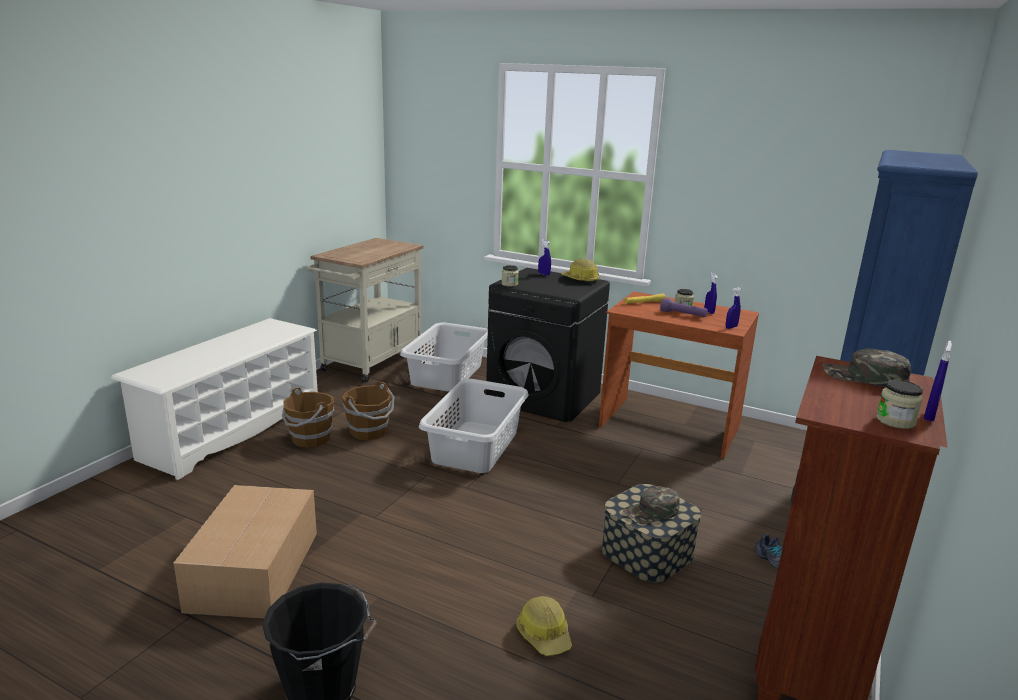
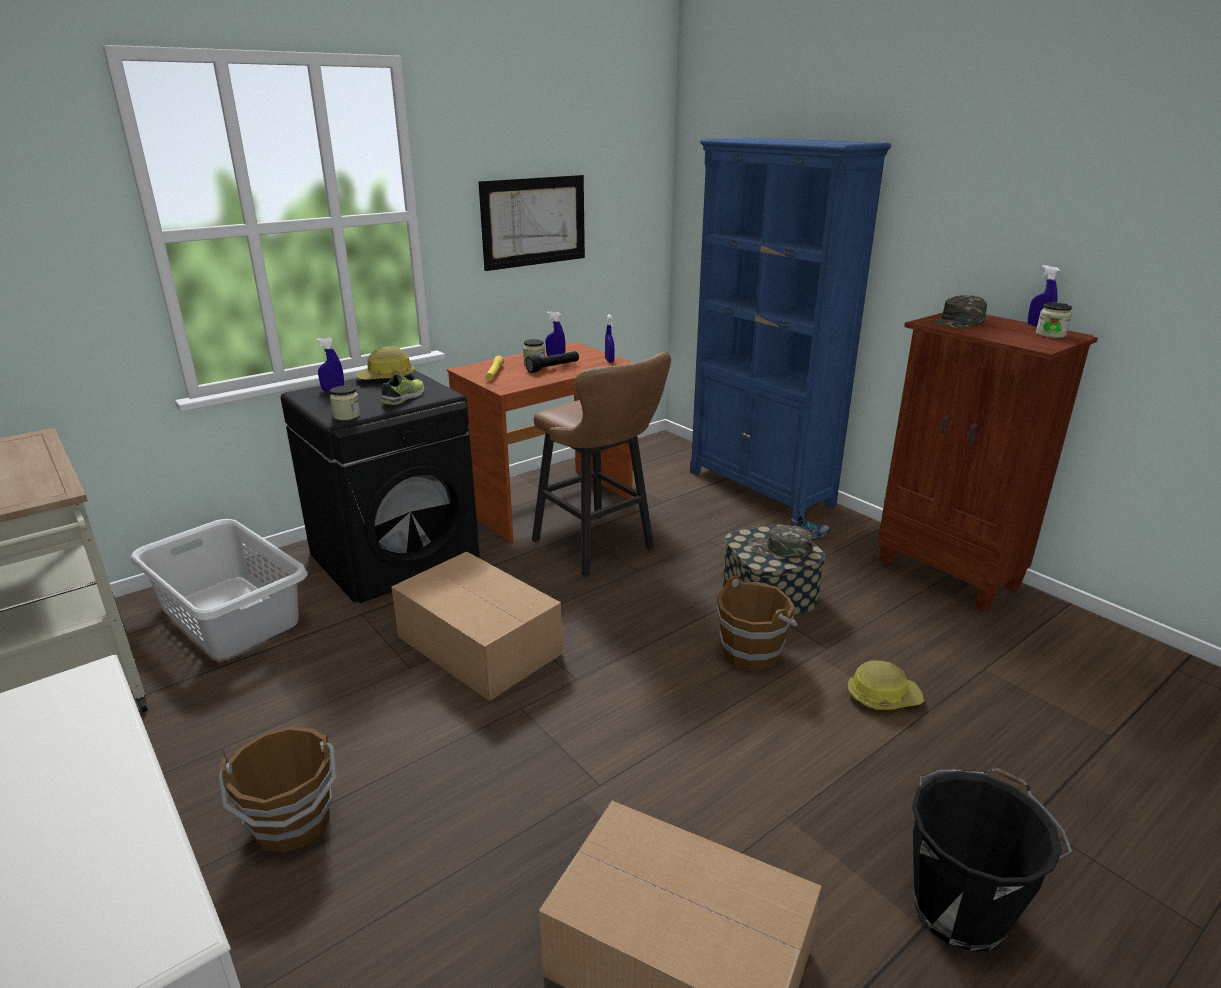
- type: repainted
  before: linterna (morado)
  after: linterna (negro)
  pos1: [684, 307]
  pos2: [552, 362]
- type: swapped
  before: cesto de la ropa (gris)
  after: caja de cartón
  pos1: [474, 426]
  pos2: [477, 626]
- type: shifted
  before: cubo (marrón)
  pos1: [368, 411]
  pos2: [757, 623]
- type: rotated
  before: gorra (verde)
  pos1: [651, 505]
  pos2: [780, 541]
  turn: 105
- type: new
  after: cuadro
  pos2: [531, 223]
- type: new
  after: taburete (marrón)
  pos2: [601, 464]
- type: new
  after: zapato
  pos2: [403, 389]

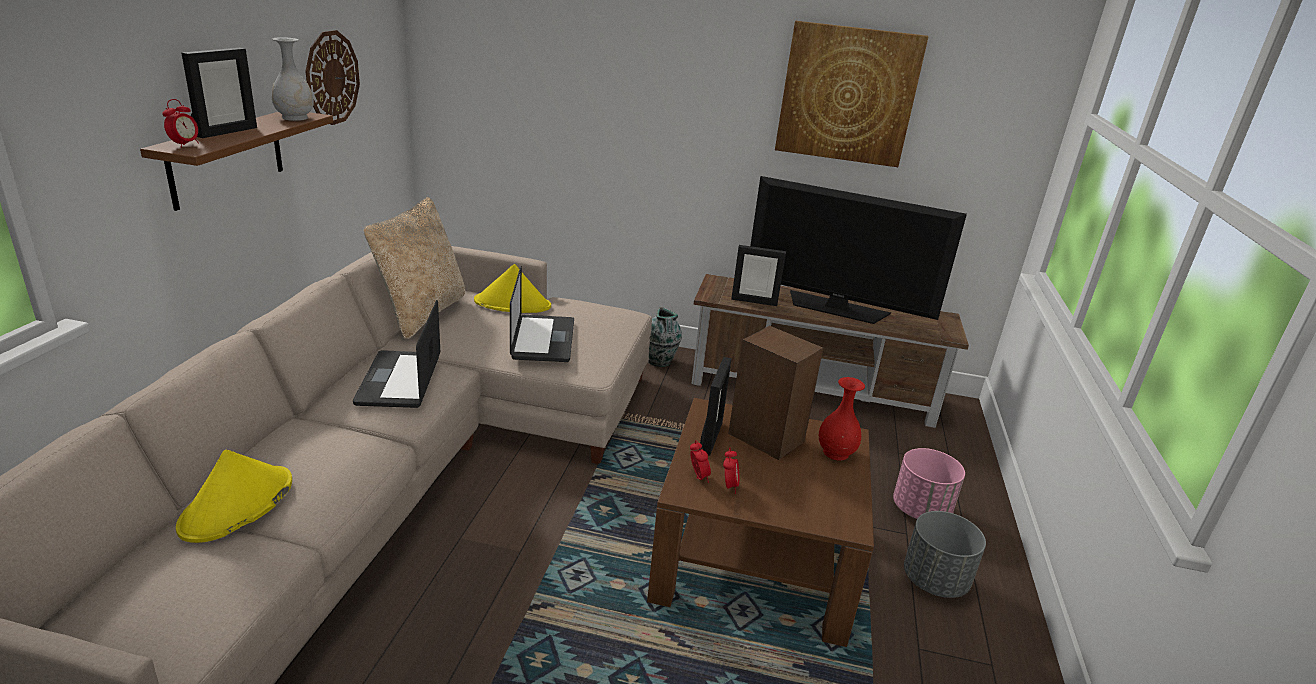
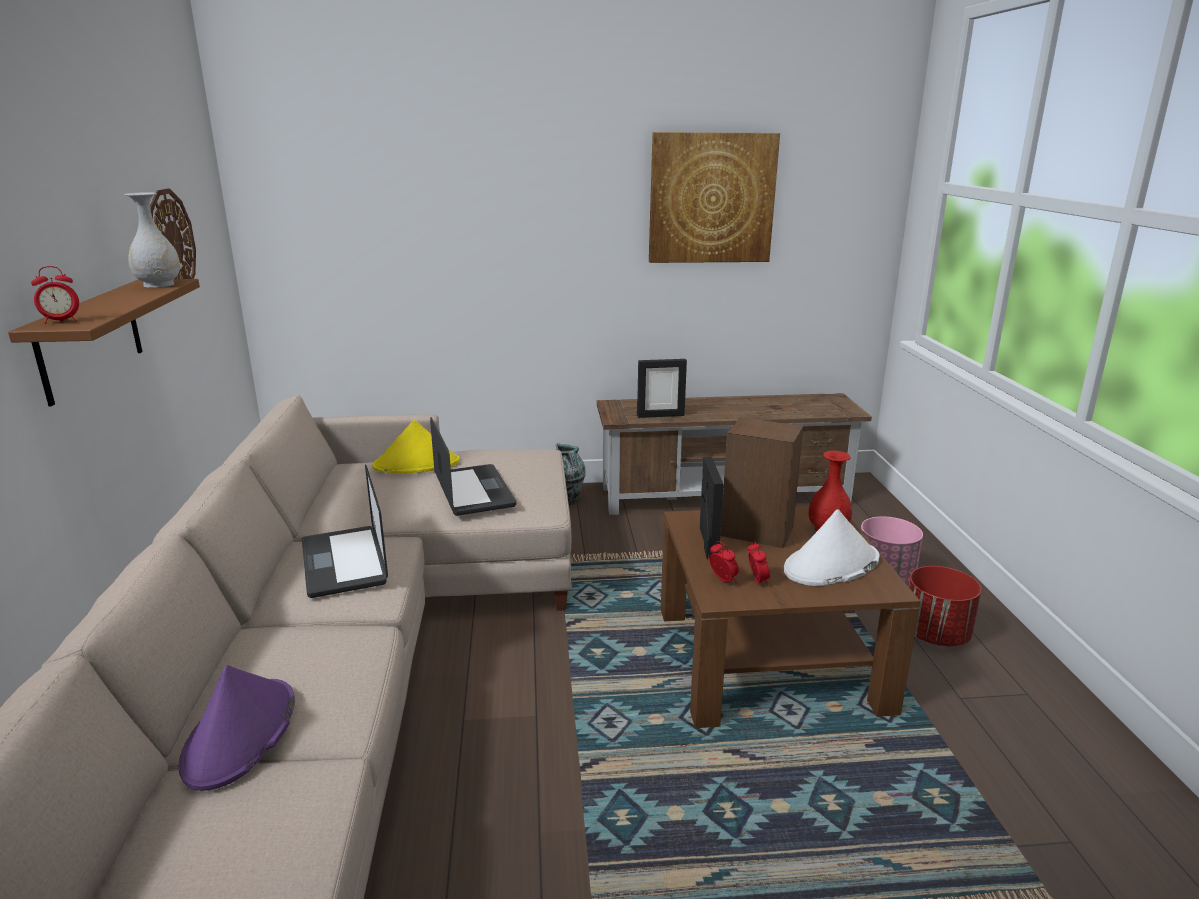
- type: gone
  before: portarretratos
  pos1: [219, 93]
- type: rotated
  before: despertador
  pos1: [180, 123]
  pos2: [55, 295]
  turn: 60
- type: gone
  before: televisor
  pos1: [858, 250]
- type: gone
  before: cojín (beis)
  pos1: [414, 268]
- type: repainted
  before: sombrero (amarillo)
  after: sombrero (morado)
  pos1: [234, 496]
  pos2: [237, 728]
- type: repainted
  before: maceta (gris)
  after: maceta (rojo)
  pos1: [945, 554]
  pos2: [944, 606]
- type: new
  after: sombrero (blanco)
  pos2: [832, 548]

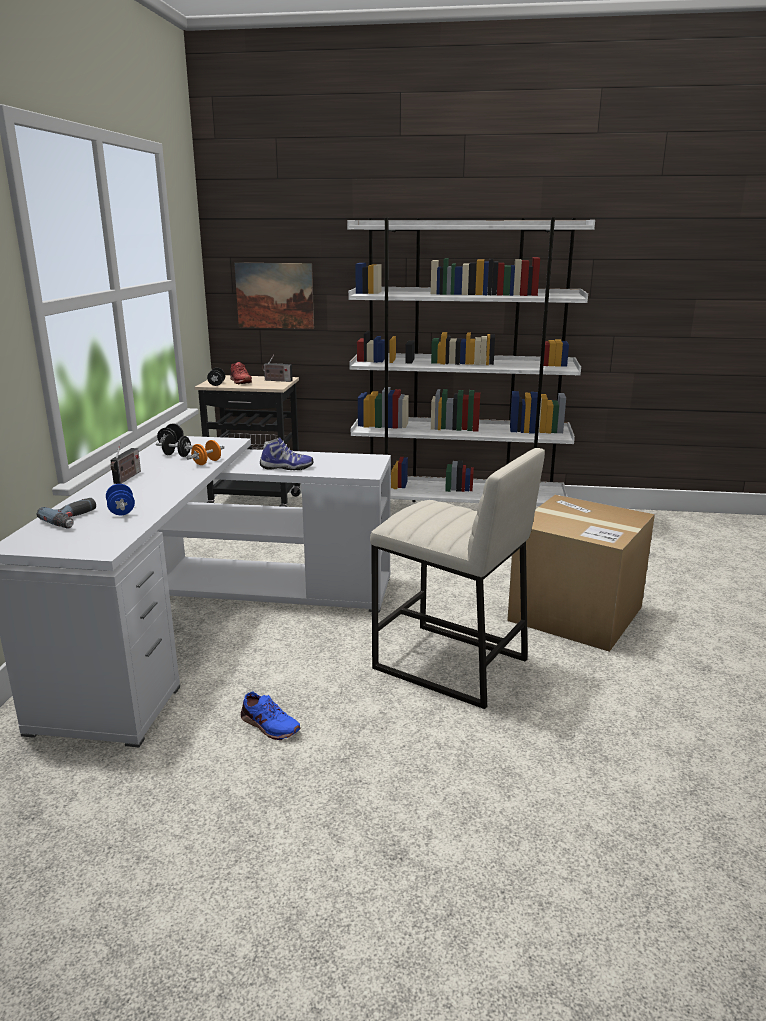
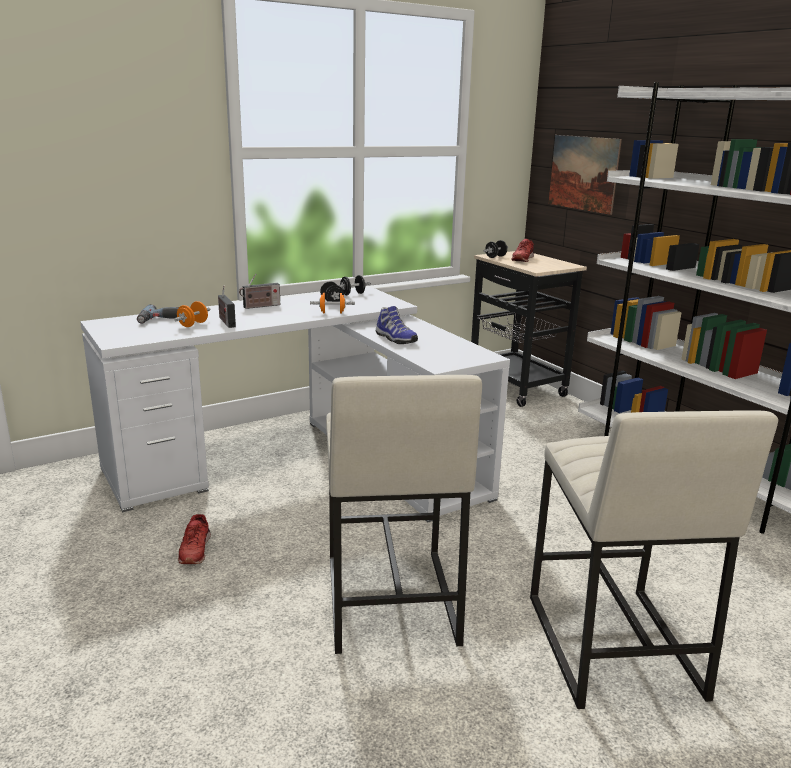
- type: shifted
  before: radio
  pos1: [277, 368]
  pos2: [227, 307]
- type: repainted
  before: mancuerna (azul)
  after: mancuerna (naranja)
  pos1: [120, 499]
  pos2: [192, 314]
- type: swapped
  before: caja de cartón
  after: taburete (beis)
  pos1: [581, 573]
  pos2: [654, 559]
- type: repainted
  before: zapato (azul)
  after: zapato (rojo)
  pos1: [271, 715]
  pos2: [194, 539]

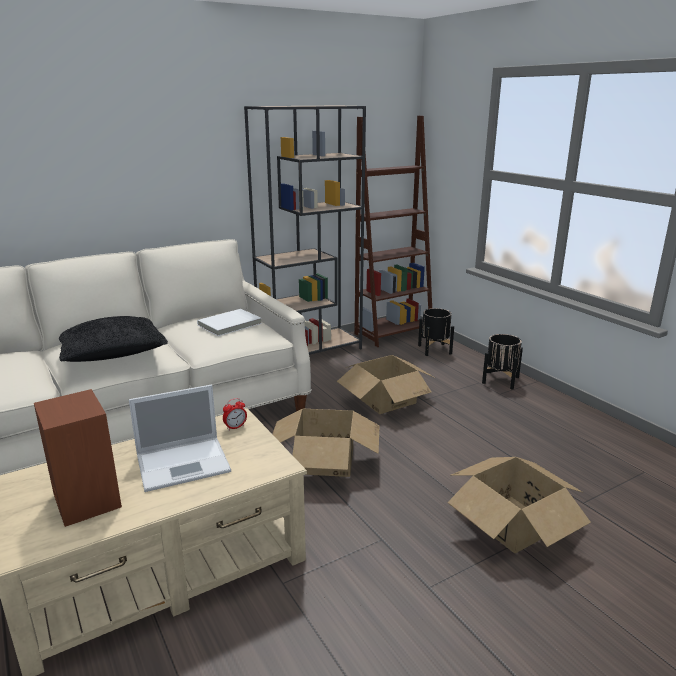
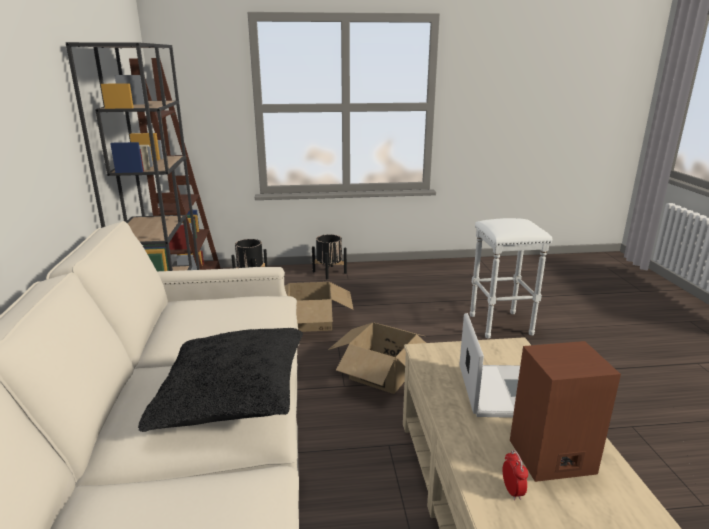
- type: gone
  before: libro (blanco)
  pos1: [229, 322]
- type: shifted
  before: despertador
  pos1: [235, 414]
  pos2: [515, 475]
- type: swapped
  before: caja de cartón
  after: taburete (blanco)
  pos1: [519, 505]
  pos2: [511, 278]

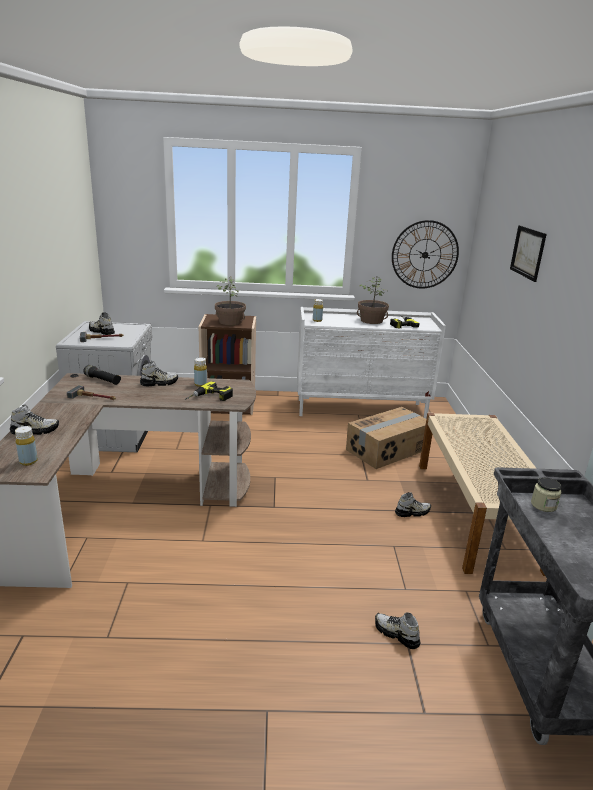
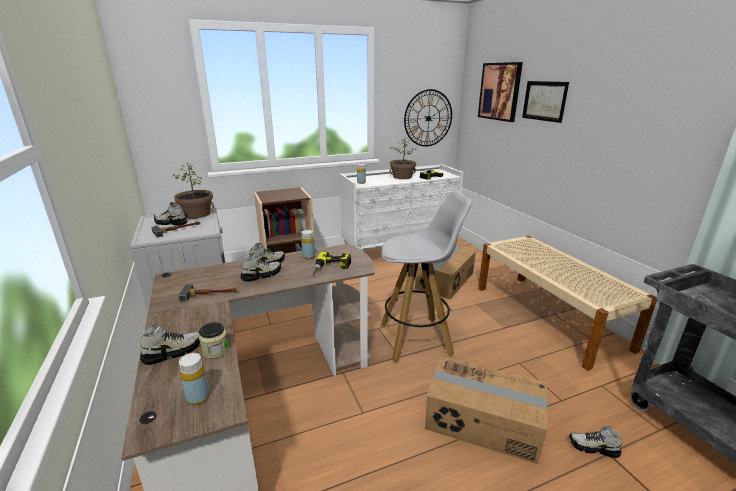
- type: shifted
  before: planta en maceta
  pos1: [230, 301]
  pos2: [192, 190]
- type: gone
  before: linterna (negro)
  pos1: [102, 375]
- type: shifted
  before: tarro
  pos1: [546, 494]
  pos2: [214, 340]
- type: shifted
  before: zapato
  pos1: [413, 504]
  pos2: [261, 267]
- type: new
  after: cuadro
  pos2: [500, 92]
- type: new
  after: taburete (blanco)
  pos2: [426, 276]
- type: new
  after: caja de cartón
  pos2: [486, 410]

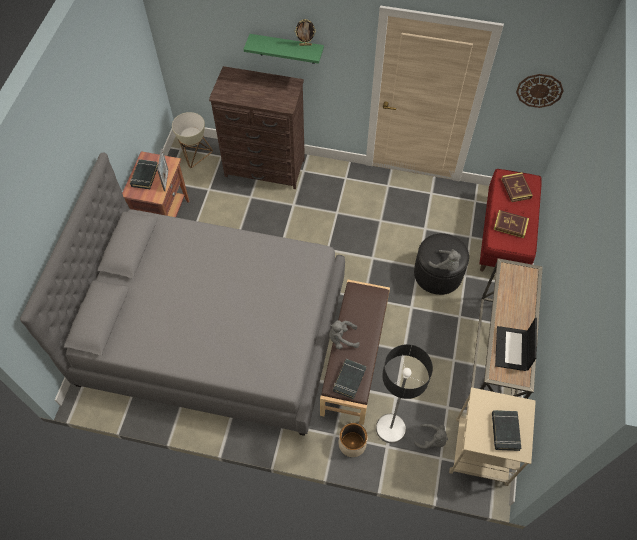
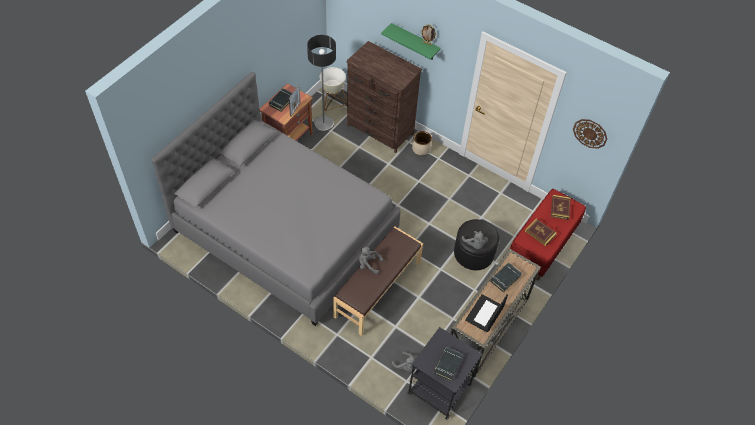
- type: shifted
  before: lámpara de pie
  pos1: [404, 393]
  pos2: [321, 83]
- type: shifted
  before: libro (negro)
  pos1: [350, 379]
  pos2: [506, 277]
- type: repainted
  before: carrito (beis)
  after: carrito (negro)
  pos1: [492, 436]
  pos2: [445, 373]
- type: shifted
  before: maceta (beis)
  pos1: [353, 440]
  pos2: [422, 143]

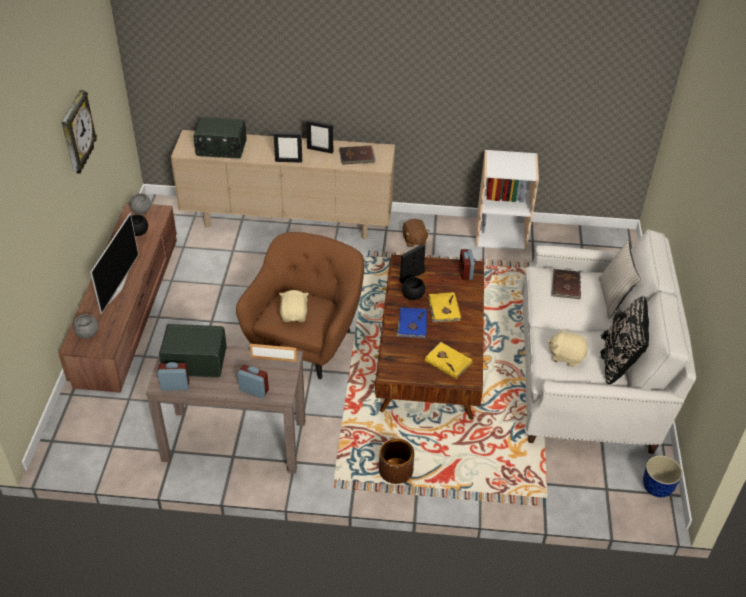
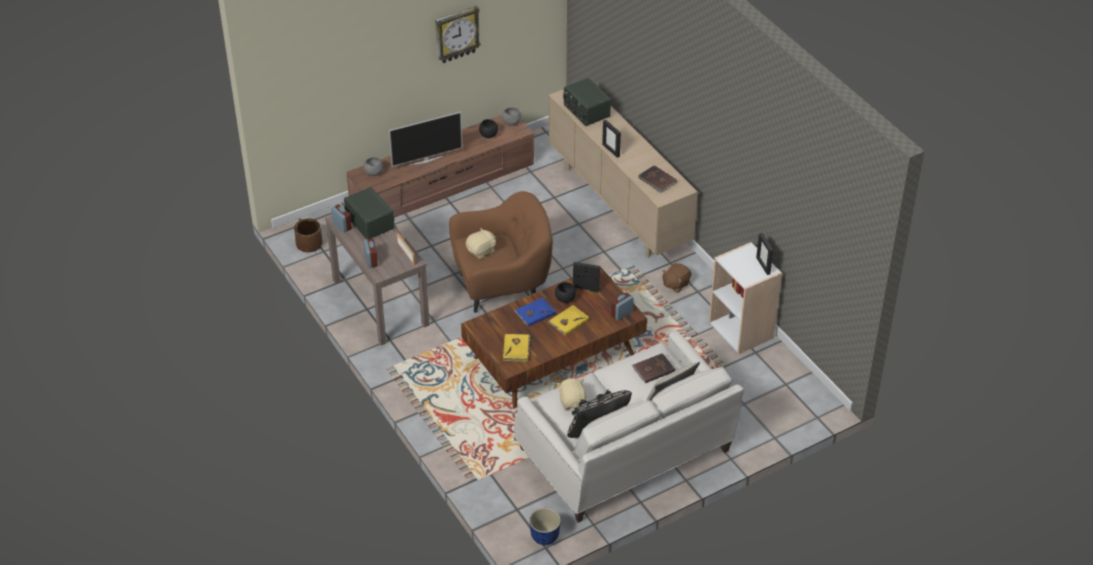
- type: shifted
  before: portarretratos
  pos1: [319, 136]
  pos2: [764, 254]
- type: shifted
  before: maceta (marrón)
  pos1: [396, 461]
  pos2: [308, 235]

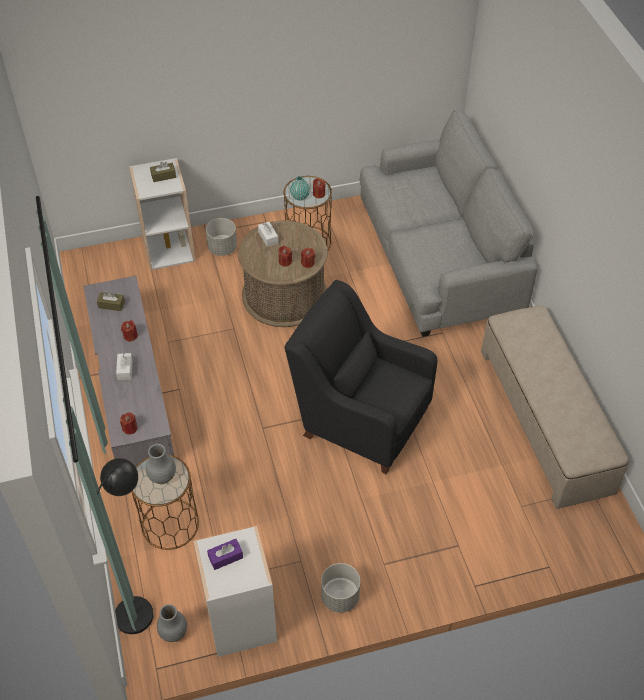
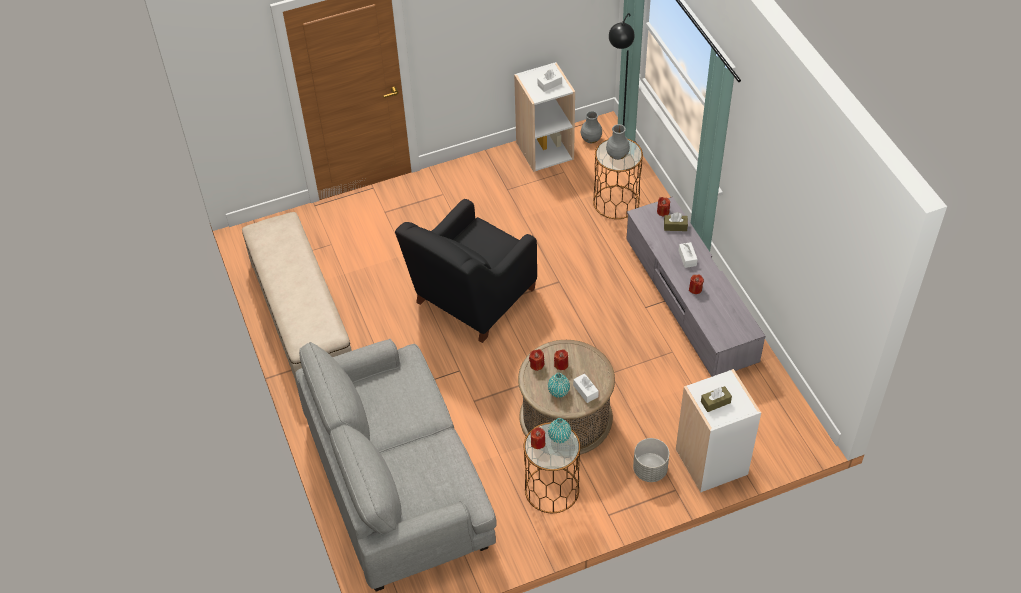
- type: rotated
  before: sillón (negro)
  pos1: [360, 377]
  pos2: [466, 271]
  turn: 105
- type: shifted
  before: caja de pañuelos (marrón)
  pos1: [111, 301]
  pos2: [676, 222]
- type: repainted
  before: caja de pañuelos (morado)
  after: caja de pañuelos (blanco)
  pos1: [225, 554]
  pos2: [550, 81]
- type: gone
  before: maceta (gris)
  pos1: [340, 588]
- type: new
  after: florero (turquesa)
  pos2: [559, 385]

